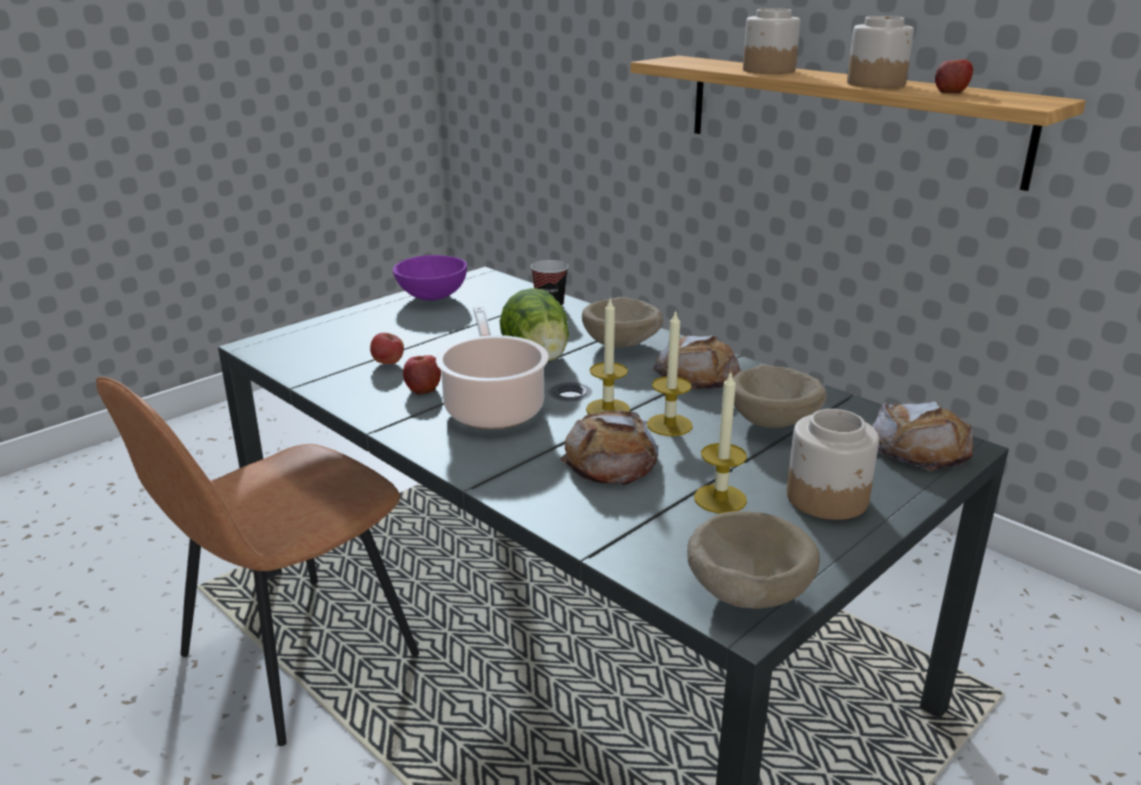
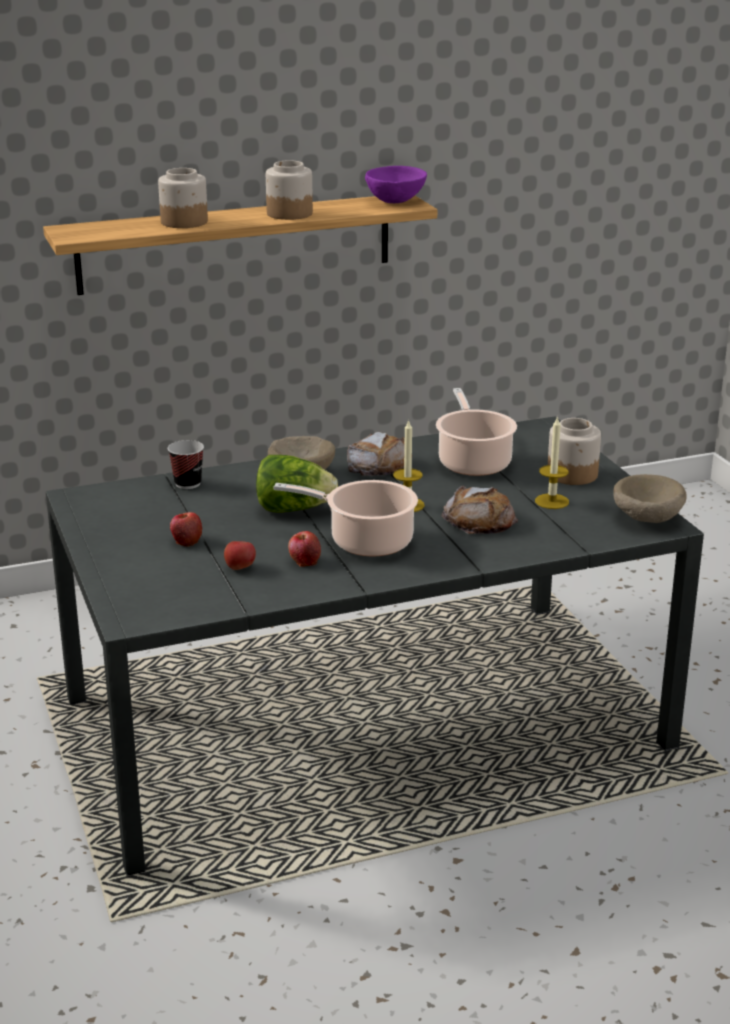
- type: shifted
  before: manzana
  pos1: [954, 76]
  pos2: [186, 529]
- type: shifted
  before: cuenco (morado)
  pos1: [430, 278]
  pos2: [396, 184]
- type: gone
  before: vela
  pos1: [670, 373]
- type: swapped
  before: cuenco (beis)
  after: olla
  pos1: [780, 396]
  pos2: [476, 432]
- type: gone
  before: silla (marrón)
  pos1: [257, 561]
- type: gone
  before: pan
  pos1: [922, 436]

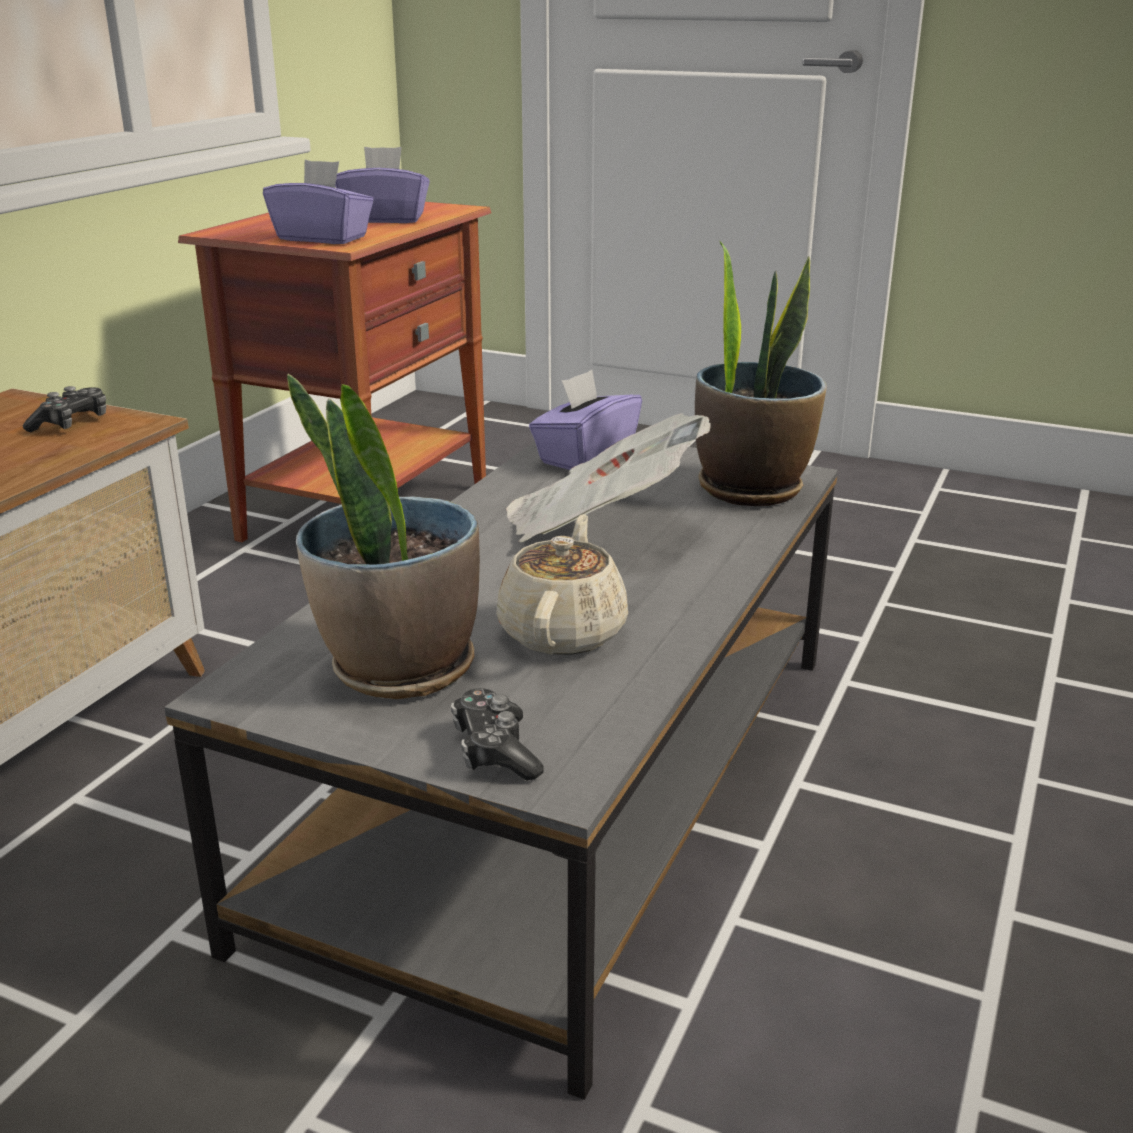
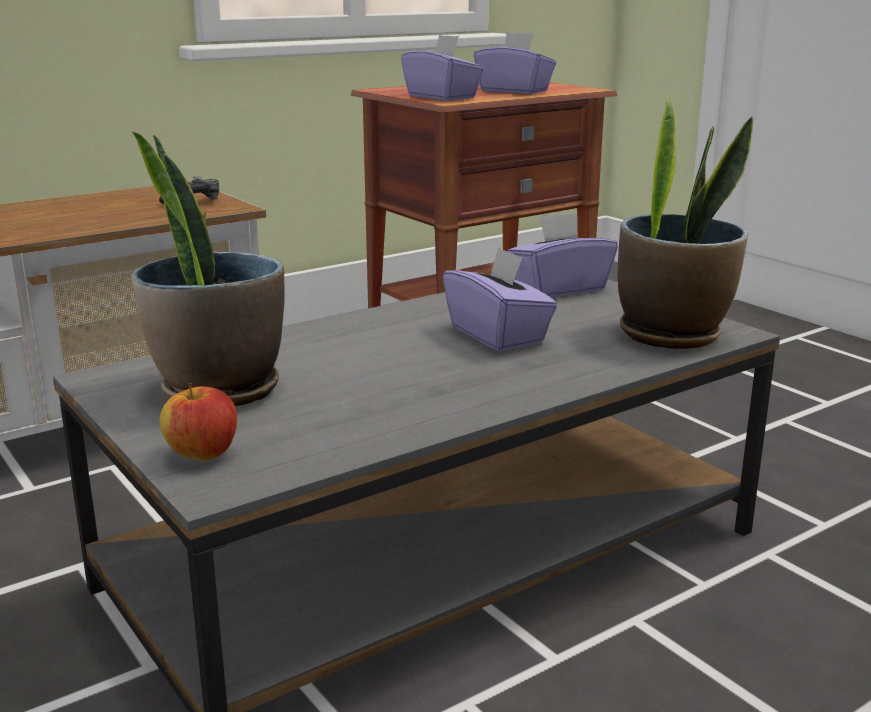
- type: swapped
  before: periódico
  after: caja de pañuelos (morado)
  pos1: [608, 477]
  pos2: [500, 299]
- type: gone
  before: tetera (beis)
  pos1: [562, 584]
- type: swapped
  before: mando de consola
  after: manzana
  pos1: [497, 734]
  pos2: [198, 422]

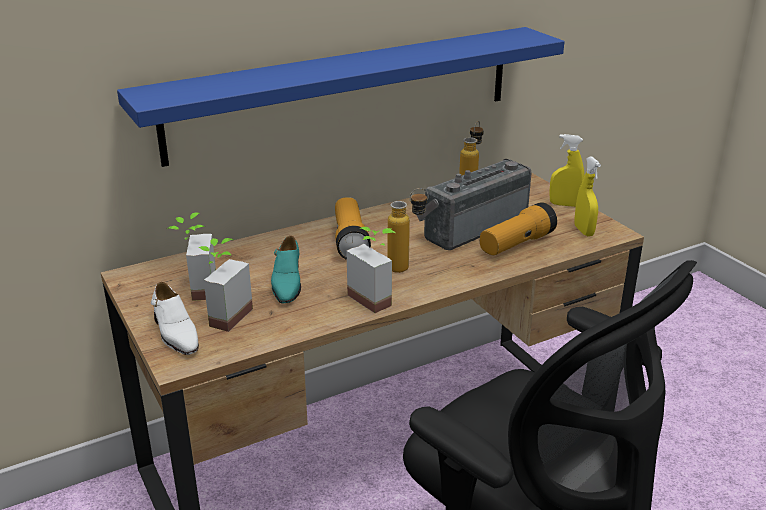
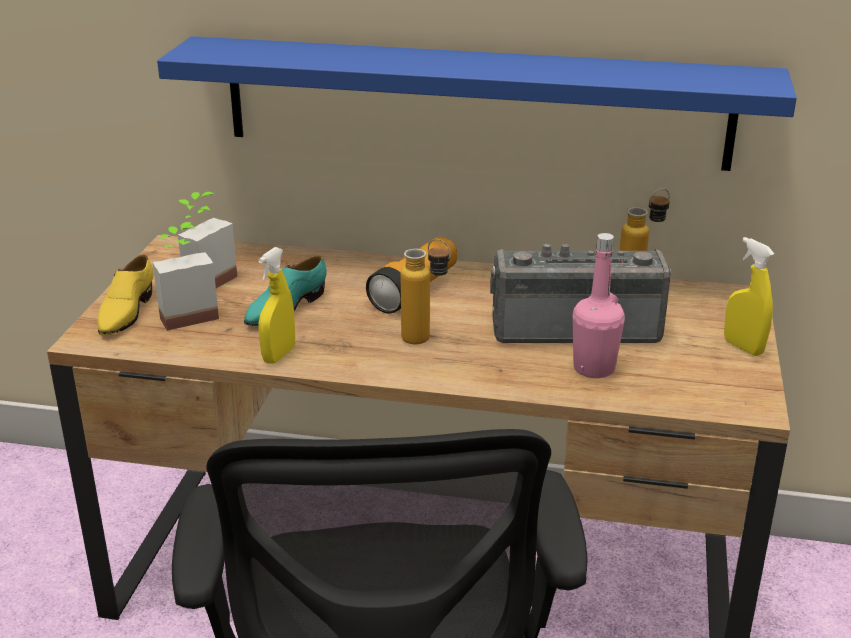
- type: shifted
  before: pulverizador (amarillo)
  pos1: [588, 196]
  pos2: [276, 305]
- type: swapped
  before: linterna
  after: botella (rosa)
  pos1: [518, 228]
  pos2: [598, 305]
- type: gone
  before: planta en maceta
  pos1: [371, 270]
- type: repainted
  before: zapato (blanco)
  after: zapato (amarillo)
  pos1: [175, 318]
  pos2: [125, 295]

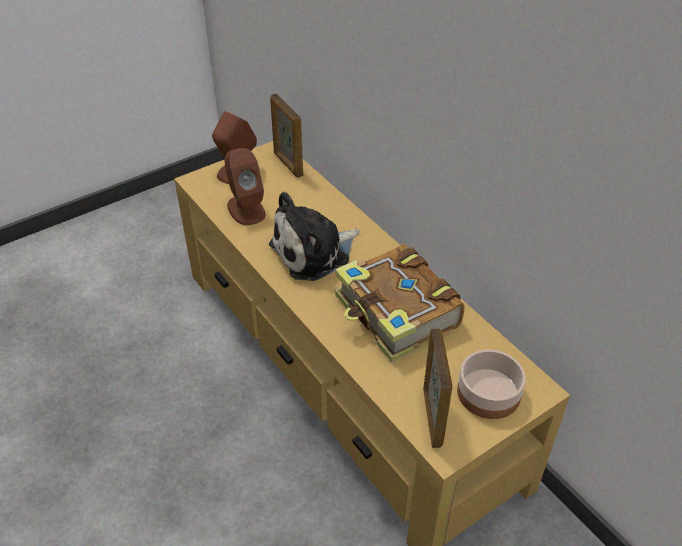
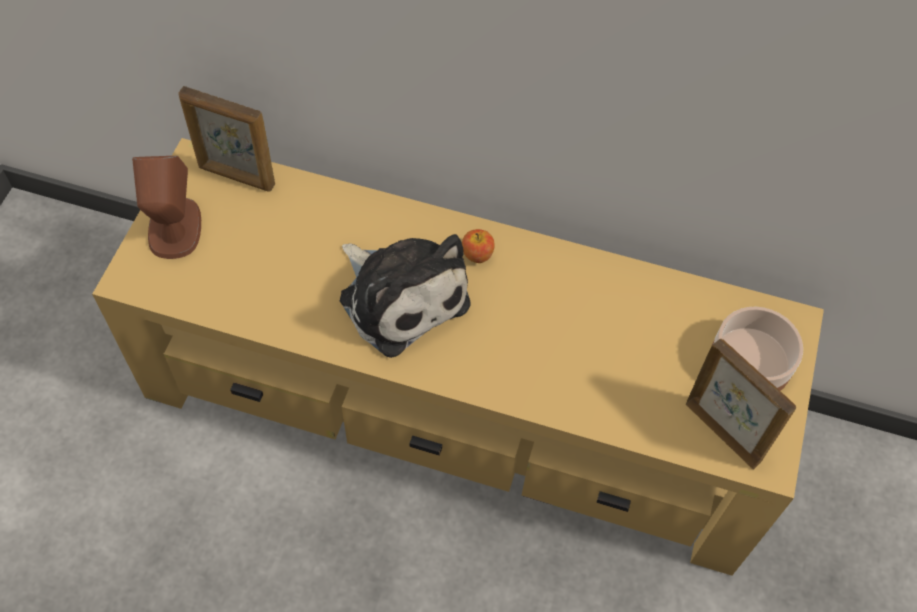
- type: gone
  before: altavoz (marrón)
  pos1: [245, 186]
- type: rotated
  before: peluche
  pos1: [314, 236]
  pos2: [405, 296]
  turn: -60
- type: gone
  before: libro
  pos1: [400, 303]
- type: new
  after: manzana
  pos2: [478, 246]

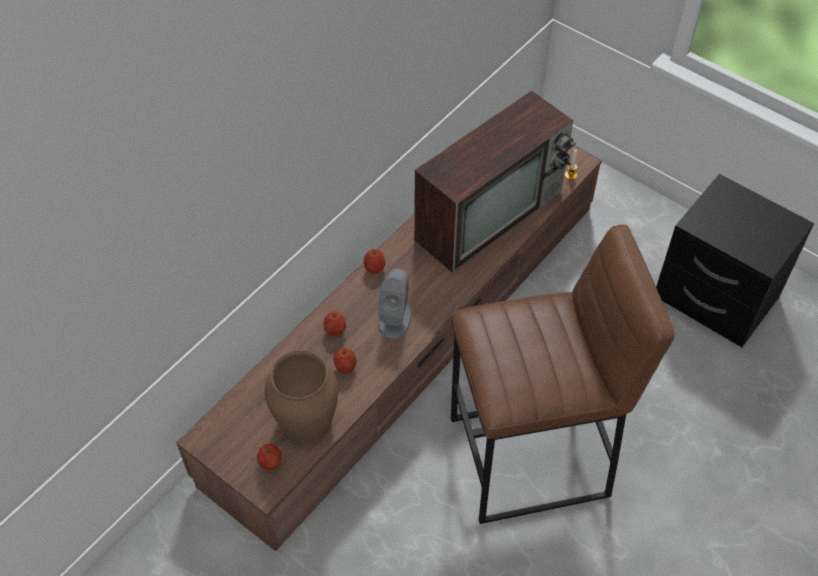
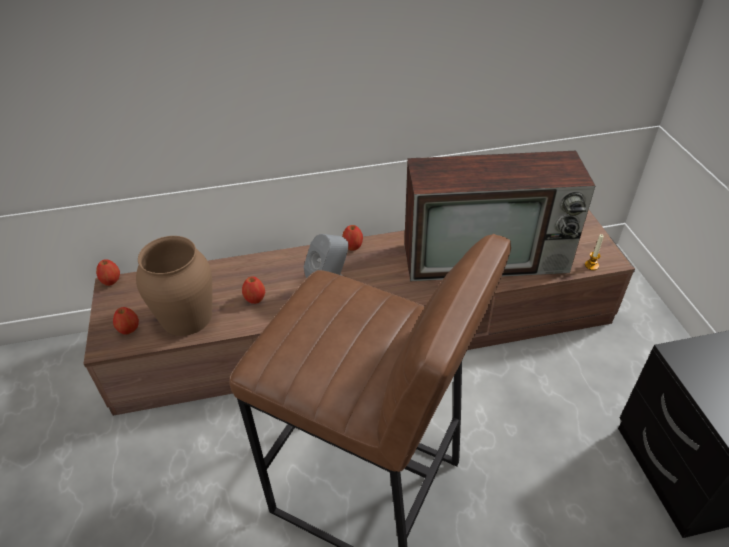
- type: shifted
  before: manzana
  pos1: [334, 324]
  pos2: [108, 272]

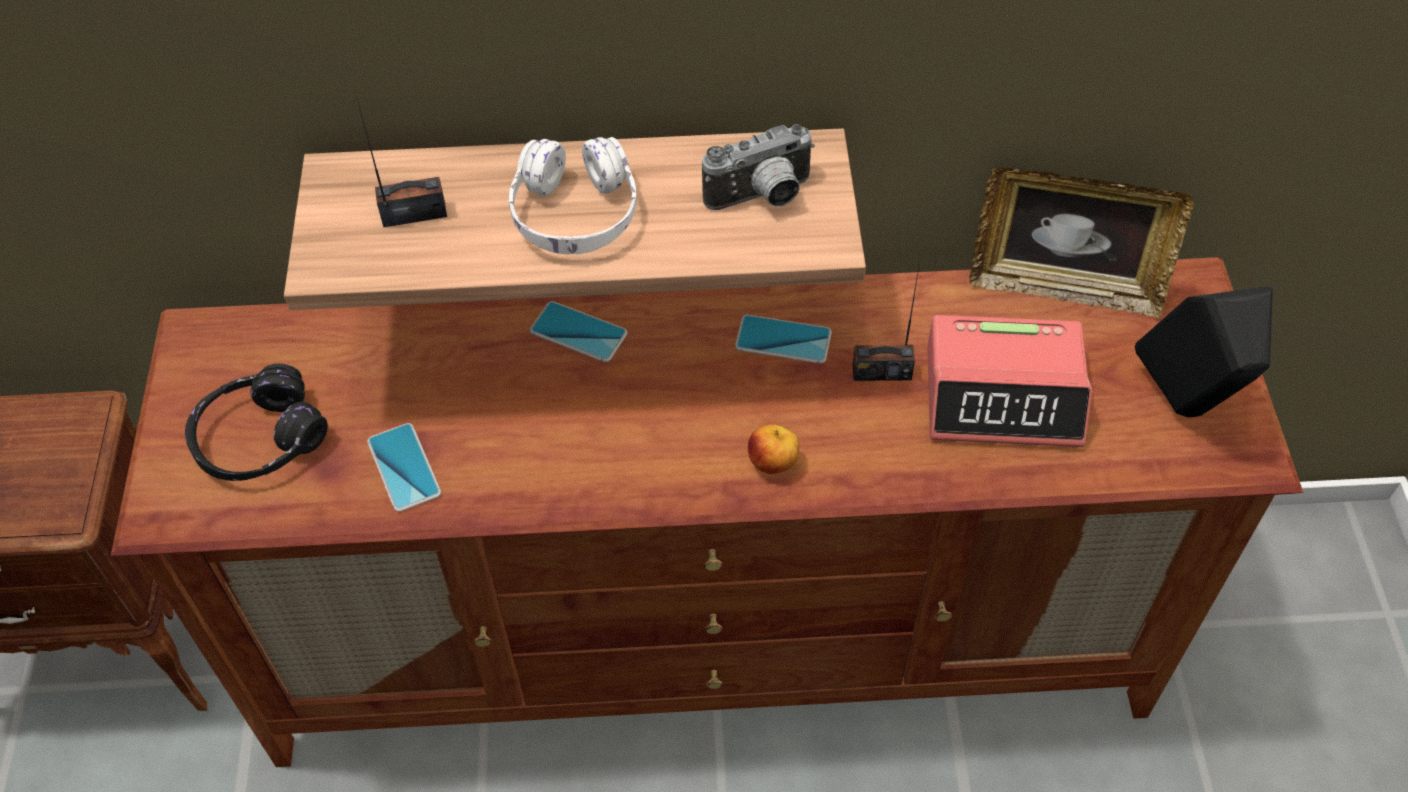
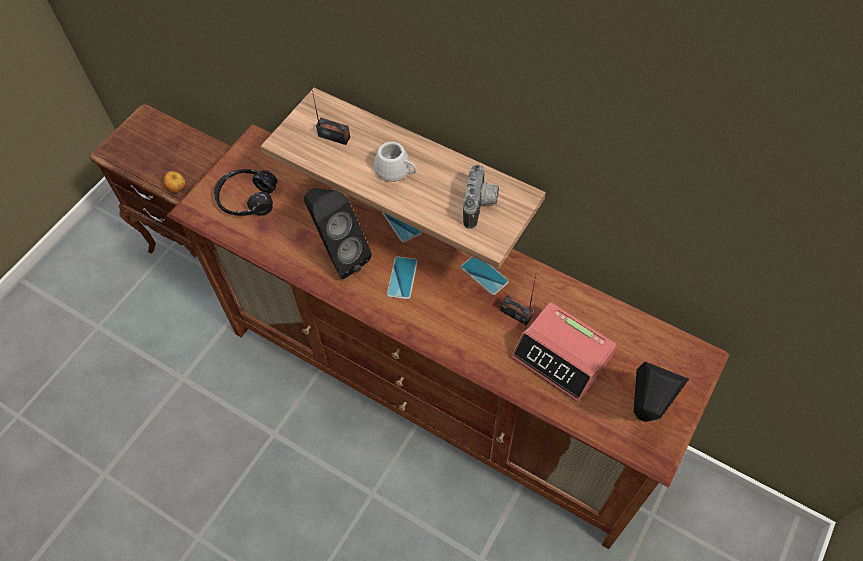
- type: rotated
  before: cámara
  pos1: [758, 167]
  pos2: [481, 197]
  turn: -90
- type: swapped
  before: auriculares (blanco)
  after: taza grande (blanco)
  pos1: [573, 195]
  pos2: [395, 162]
- type: gone
  before: portarretratos
  pos1: [1082, 243]
- type: shifted
  before: móvil
  pos1: [404, 467]
  pos2: [402, 277]
- type: shifted
  before: manzana
  pos1: [774, 449]
  pos2: [174, 181]
- type: new
  after: altavoz (negro)
  pos2: [338, 233]

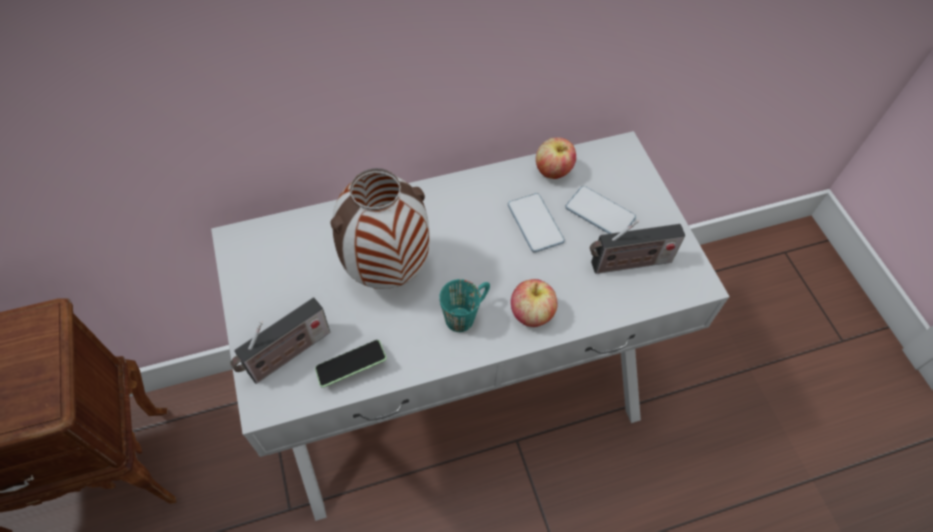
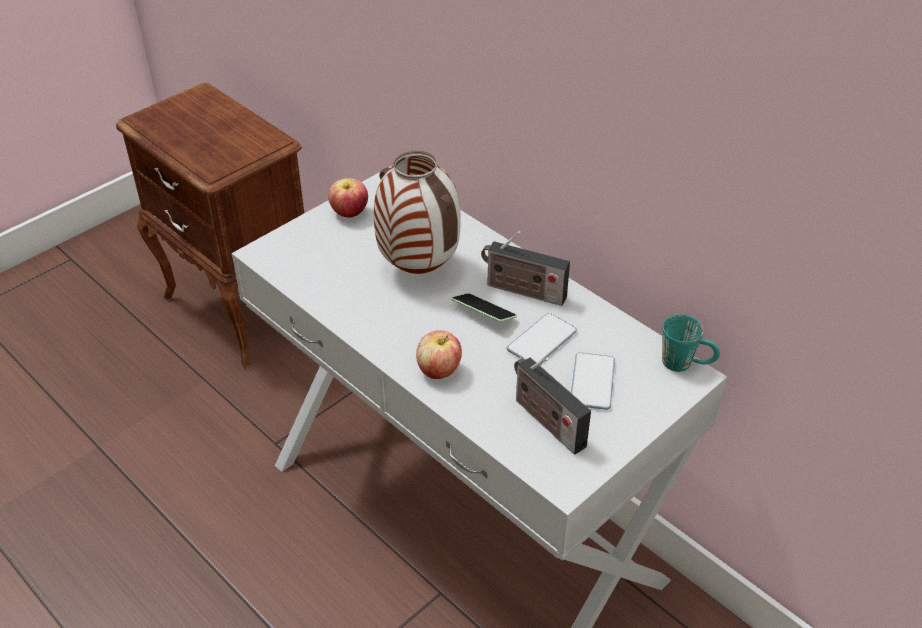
- type: shifted
  before: manzana
  pos1: [556, 158]
  pos2: [348, 197]
- type: shifted
  before: taza grande (turquesa)
  pos1: [464, 305]
  pos2: [691, 343]
- type: shifted
  before: radio
  pos1: [280, 341]
  pos2: [525, 268]
- type: shifted
  before: móvil
  pos1: [351, 364]
  pos2: [484, 307]

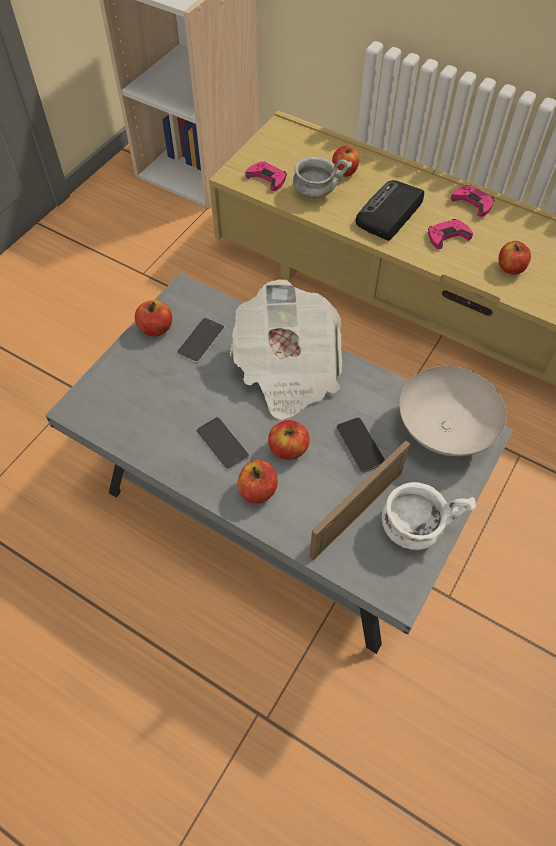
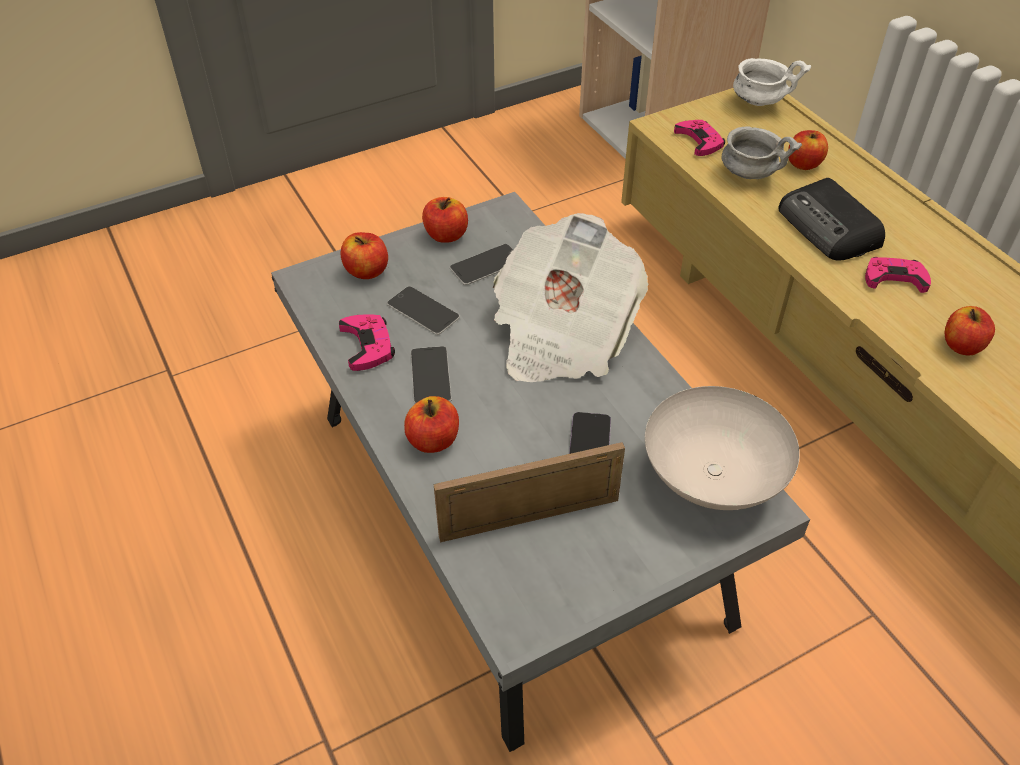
- type: rotated
  before: radio
  pos1: [390, 210]
  pos2: [832, 219]
  turn: -90
- type: shifted
  before: mando de consola (rosa)
  pos1: [472, 201]
  pos2: [367, 342]
- type: shifted
  before: manzana
  pos1: [289, 440]
  pos2: [364, 255]
- type: shifted
  before: cuenco (blanco)
  pos1: [429, 516]
  pos2: [772, 82]
- type: new
  after: móvil
  pos2: [423, 310]

